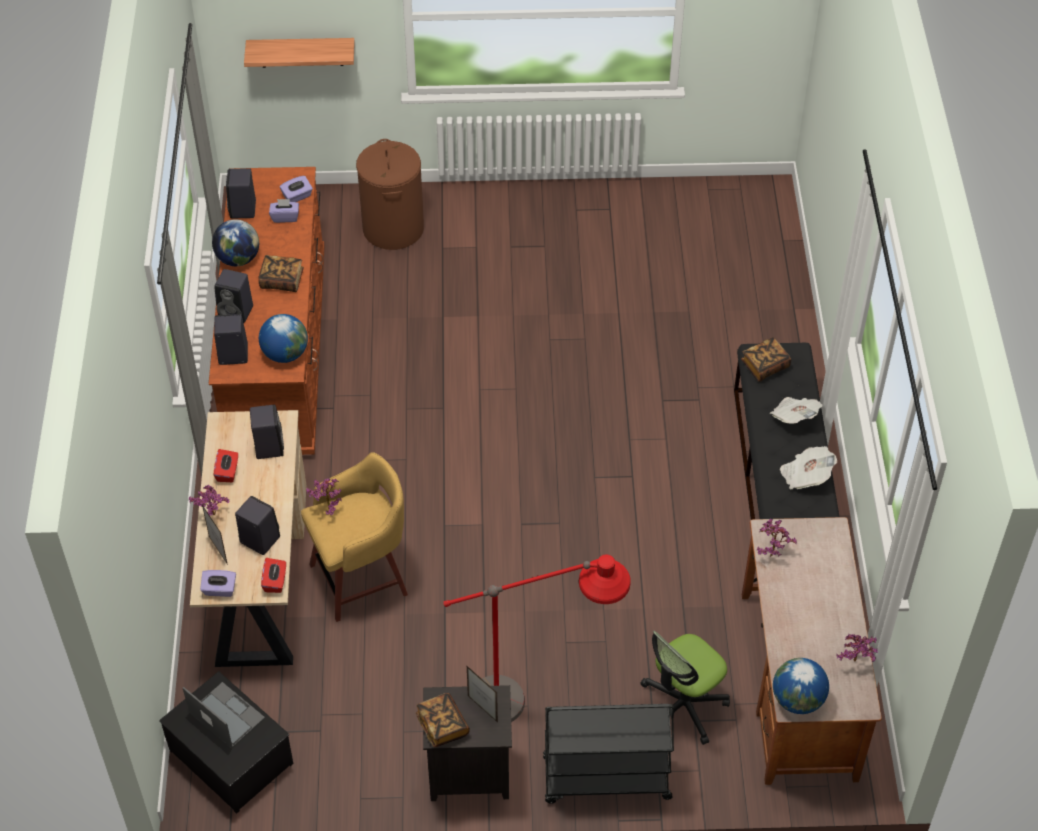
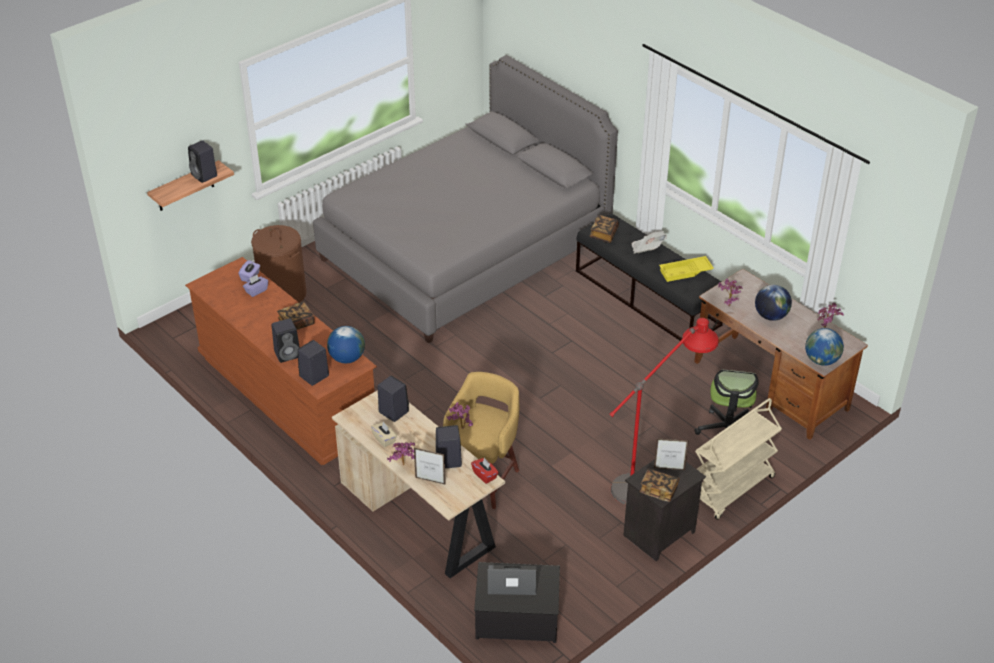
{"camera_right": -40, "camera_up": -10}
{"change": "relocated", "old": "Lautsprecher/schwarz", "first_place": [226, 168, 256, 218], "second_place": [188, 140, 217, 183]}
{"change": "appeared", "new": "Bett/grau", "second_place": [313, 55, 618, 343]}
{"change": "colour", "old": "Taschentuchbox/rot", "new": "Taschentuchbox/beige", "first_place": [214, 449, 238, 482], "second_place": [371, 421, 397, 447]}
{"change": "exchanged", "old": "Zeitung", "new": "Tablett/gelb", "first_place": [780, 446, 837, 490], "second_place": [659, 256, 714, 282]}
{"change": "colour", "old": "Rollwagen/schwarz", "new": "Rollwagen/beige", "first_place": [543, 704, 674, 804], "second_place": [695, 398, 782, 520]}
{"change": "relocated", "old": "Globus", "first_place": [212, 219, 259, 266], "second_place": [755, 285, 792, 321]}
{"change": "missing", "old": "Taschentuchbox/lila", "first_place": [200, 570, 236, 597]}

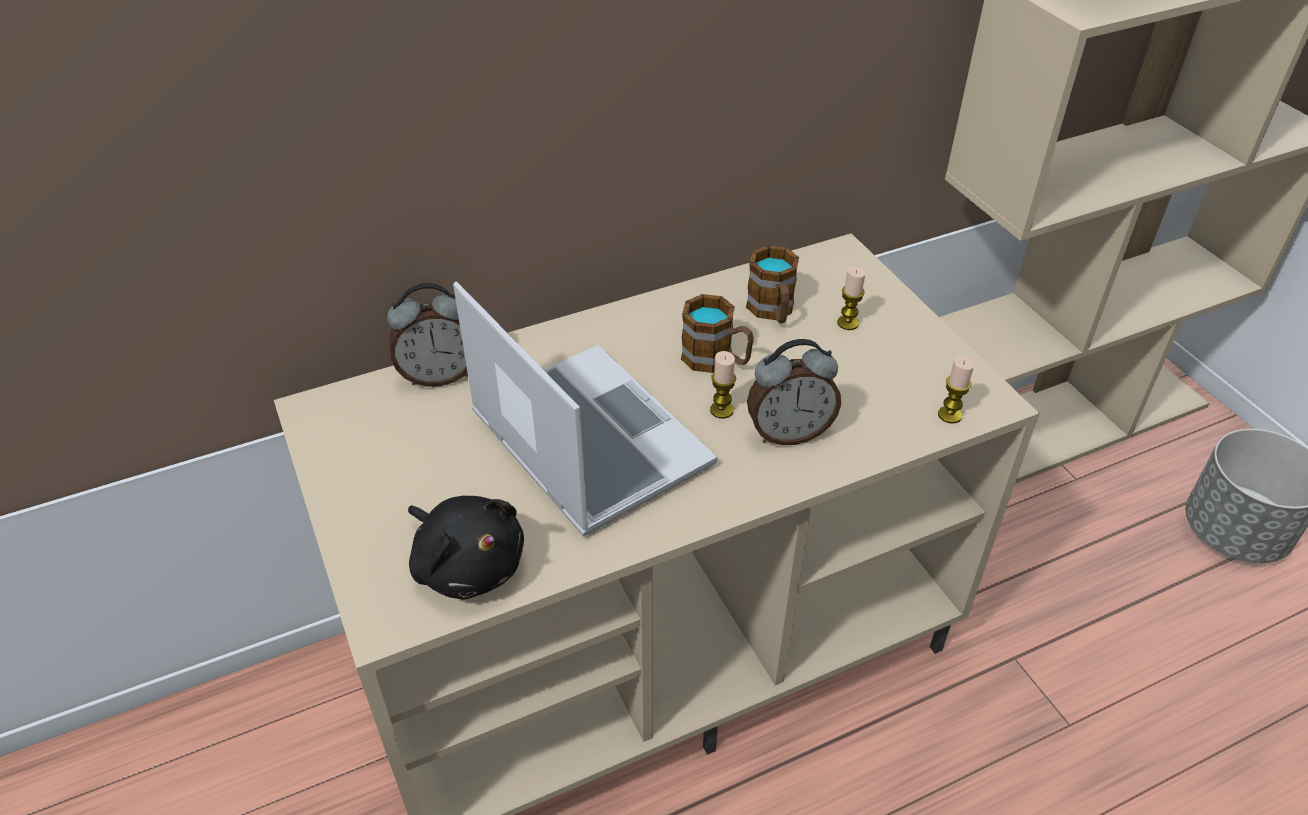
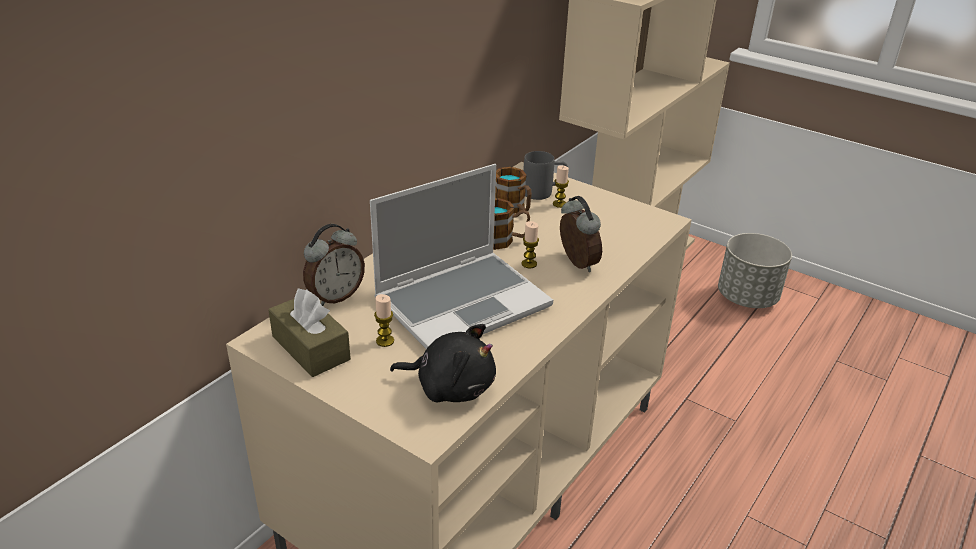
{"camera_right": -30, "camera_up": -10}
{"change": "appeared", "new": "Taschentuchbox/braun", "second_place": [268, 289, 351, 377]}
{"change": "spun", "old": "Laptop", "first_place": [453, 281, 717, 536], "second_place": [370, 164, 553, 349], "degrees": 120}
{"change": "relocated", "old": "Kerze", "first_place": [938, 356, 974, 424], "second_place": [374, 294, 394, 347]}
{"change": "appeared", "new": "Henkelbecher/grau", "second_place": [523, 151, 568, 200]}
{"change": "spun", "old": "Wecker", "first_place": [747, 339, 841, 445], "second_place": [560, 196, 602, 272], "degrees": -75}

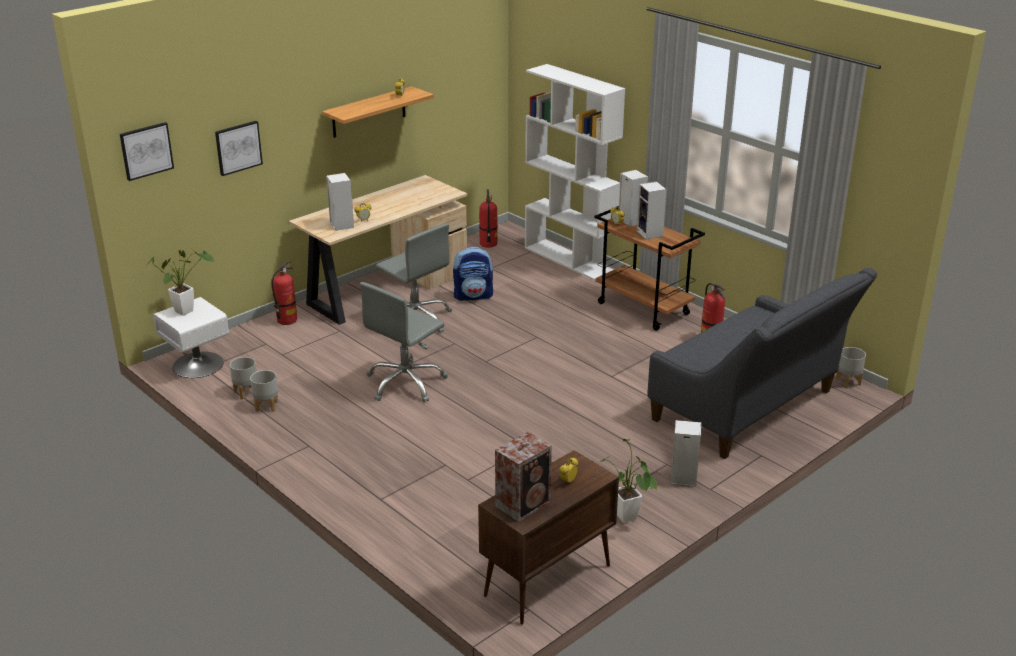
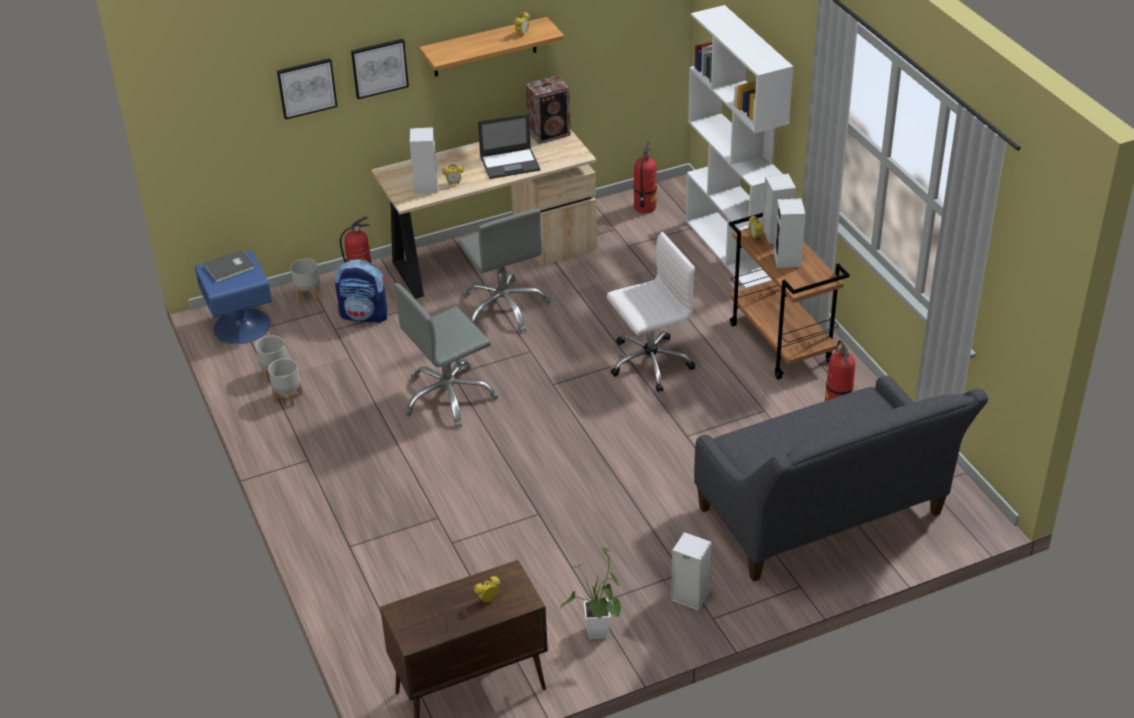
{"camera_right": 20, "camera_up": 10}
{"change": "colour", "old": "Nachttisch/weiß", "new": "Nachttisch/blau", "first_place": [153, 297, 229, 378], "second_place": [195, 251, 272, 344]}
{"change": "exchanged", "old": "Topfpflanze", "new": "Buch/grau", "first_place": [146, 249, 214, 316], "second_place": [204, 250, 255, 282]}
{"change": "relocated", "old": "Pflanzkübel/grau", "first_place": [836, 347, 866, 388], "second_place": [290, 258, 320, 303]}
{"change": "relocated", "old": "Rucksack", "first_place": [453, 247, 493, 301], "second_place": [335, 259, 387, 323]}
{"change": "relocated", "old": "Bild", "first_place": [119, 122, 174, 181], "second_place": [351, 39, 409, 99]}
{"change": "appeared", "new": "Laptop", "second_place": [478, 114, 540, 179]}
{"change": "relocated", "old": "Lautsprecher", "first_place": [495, 432, 552, 522], "second_place": [525, 75, 570, 144]}
{"change": "appeared", "new": "Bürostuhl/weiß", "second_place": [607, 232, 695, 392]}

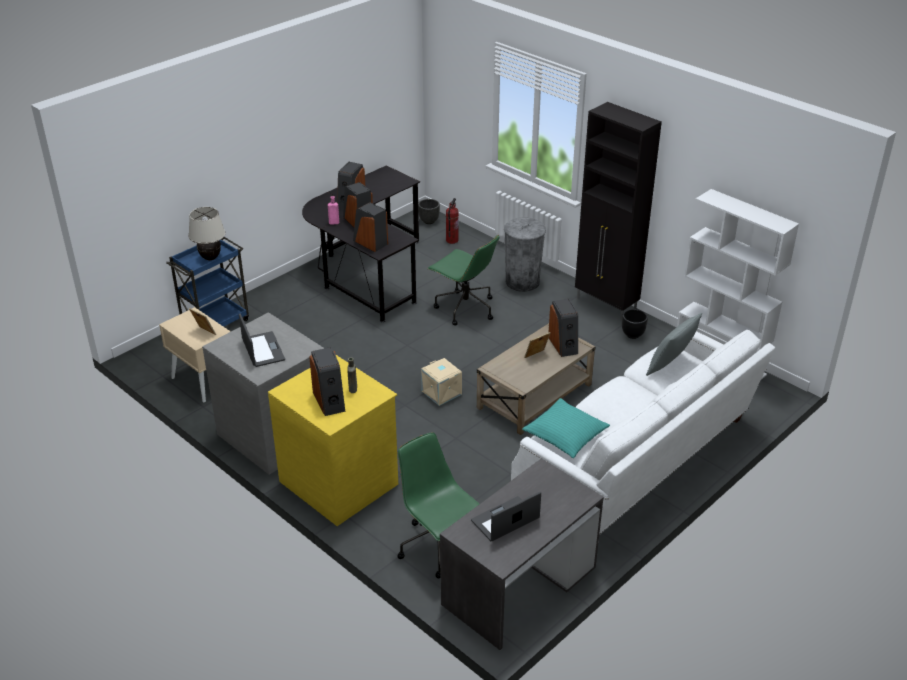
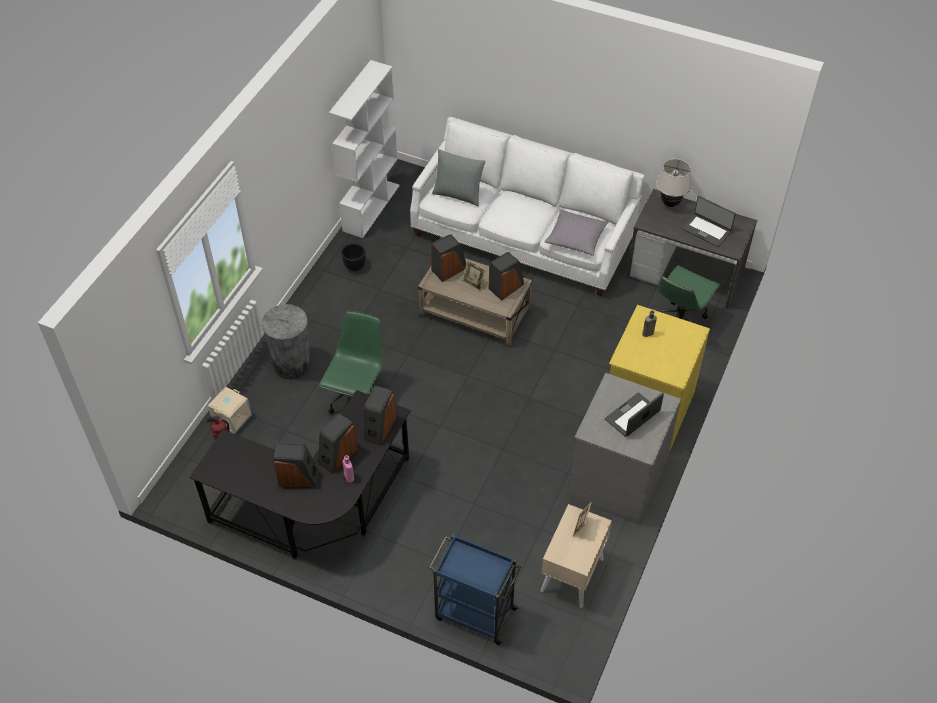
{"camera_right": -110, "camera_up": 15}
{"change": "relocated", "old": "Aufbewahrungsbox/beige", "first_place": [421, 358, 462, 406], "second_place": [208, 387, 252, 434]}
{"change": "relocated", "old": "Lautsprecher", "first_place": [309, 347, 345, 416], "second_place": [489, 252, 524, 301]}
{"change": "colour", "old": "Kissen/türkis", "new": "Kissen/grau", "first_place": [522, 398, 610, 458], "second_place": [544, 209, 608, 256]}
{"change": "relocated", "old": "Tischlampe/beige", "first_place": [188, 207, 226, 260], "second_place": [656, 159, 691, 207]}
{"change": "missing", "old": "Pflanzkübel/schwarz", "first_place": [418, 199, 440, 224]}
{"change": "missing", "old": "Schrank/schwarz", "first_place": [575, 102, 662, 321]}

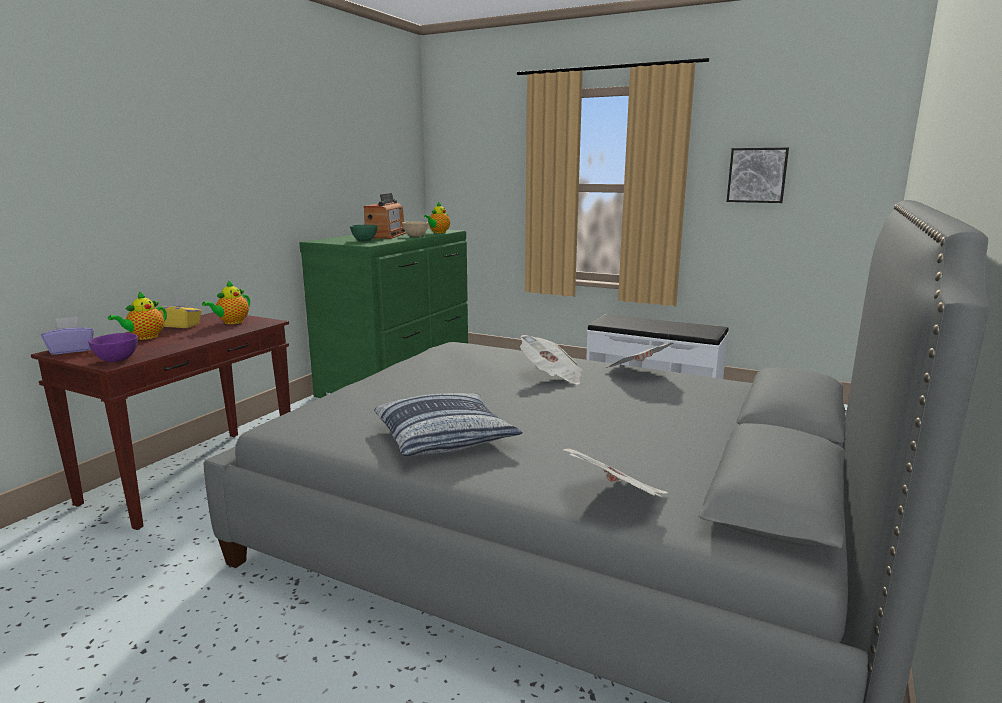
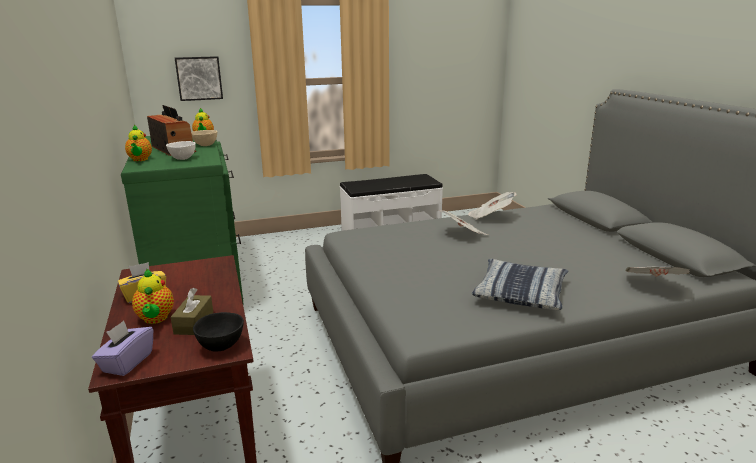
{"camera_right": -45, "camera_up": 5}
{"change": "relocated", "old": "Teekanne", "first_place": [202, 280, 250, 324], "second_place": [125, 125, 152, 161]}
{"change": "colour", "old": "Schüssel/grün", "new": "Schüssel/weiß", "first_place": [350, 225, 378, 241], "second_place": [166, 141, 196, 160]}
{"change": "appeared", "new": "Taschentuchbox/braun", "second_place": [171, 288, 213, 335]}
{"change": "relocated", "old": "Bild", "first_place": [727, 148, 789, 203], "second_place": [175, 56, 223, 101]}
{"change": "colour", "old": "Schüssel/lila", "new": "Schüssel/schwarz", "first_place": [88, 333, 138, 362], "second_place": [193, 312, 244, 352]}

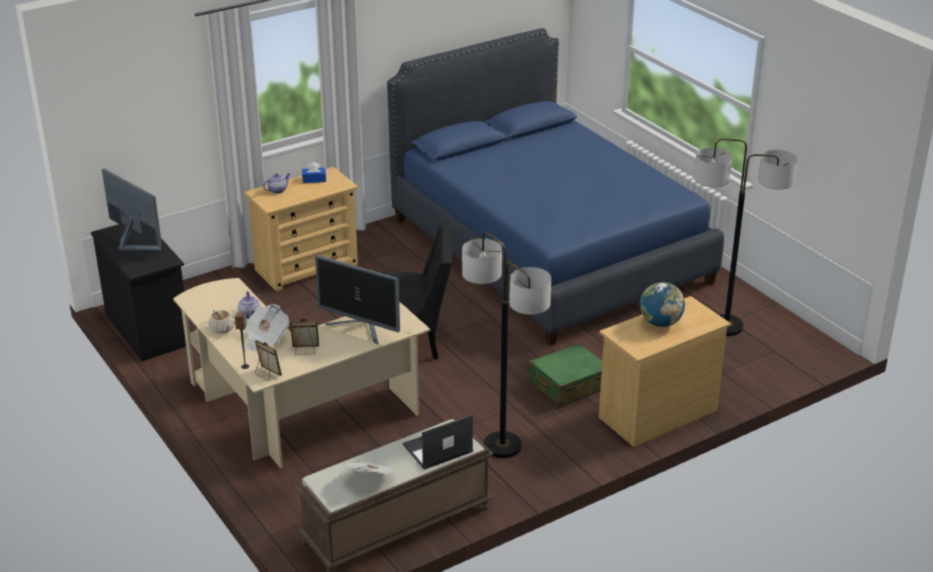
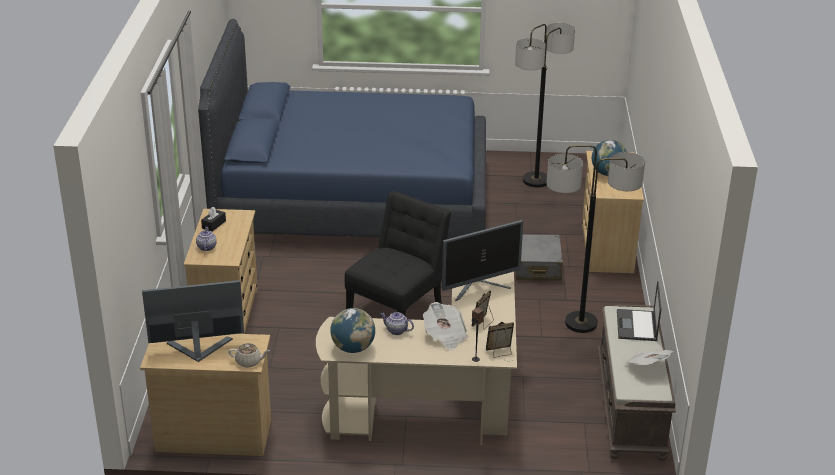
{"camera_right": -55, "camera_up": 0}
{"change": "colour", "old": "Kommode/schwarz", "new": "Kommode/beige", "first_place": [91, 224, 186, 361], "second_place": [140, 334, 271, 456]}
{"change": "colour", "old": "Taschentuchbox/blau", "new": "Taschentuchbox/schwarz", "first_place": [302, 162, 326, 183], "second_place": [201, 207, 226, 232]}
{"change": "relocated", "old": "Teekanne/beige", "first_place": [209, 309, 235, 334], "second_place": [228, 343, 270, 368]}
{"change": "appeared", "new": "Globus", "second_place": [330, 308, 375, 353]}
{"change": "colour", "old": "Koffer/grün", "new": "Koffer/grau", "first_place": [528, 343, 602, 407], "second_place": [516, 234, 563, 281]}

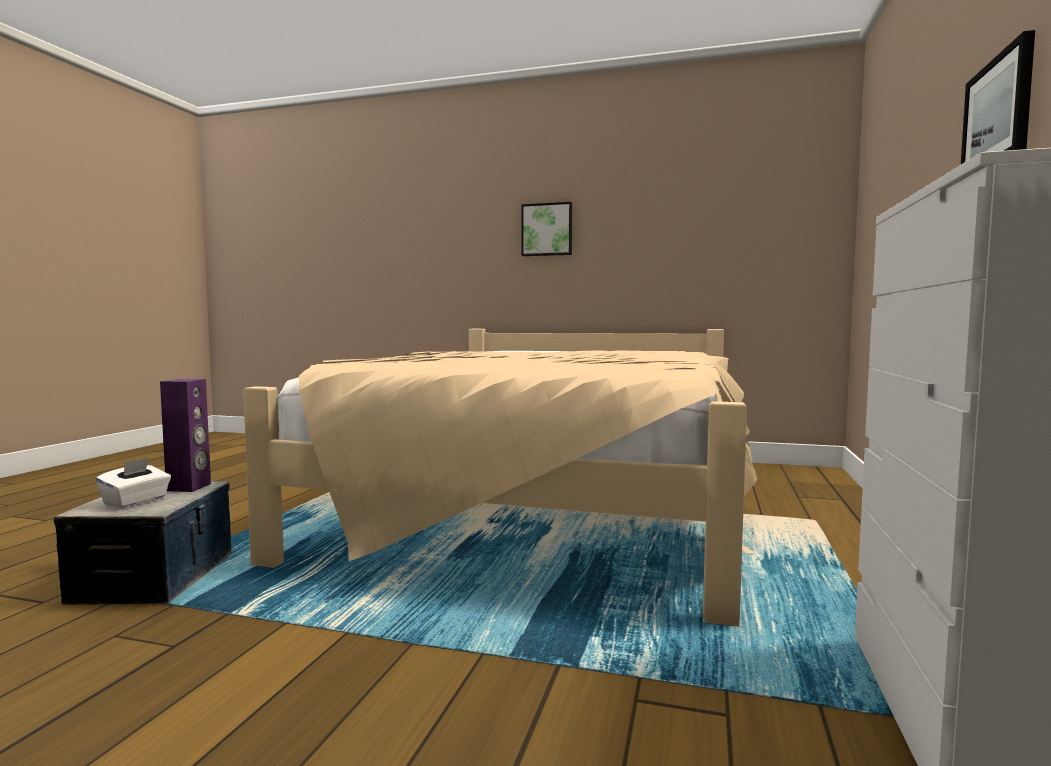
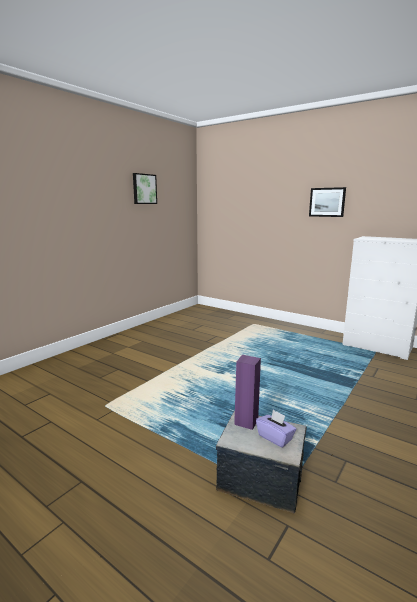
{"camera_right": -70, "camera_up": 10}
{"change": "relocated", "old": "Bild", "first_place": [521, 202, 572, 256], "second_place": [133, 173, 157, 204]}
{"change": "colour", "old": "Taschentuchbox/weiß", "new": "Taschentuchbox/lila", "first_place": [96, 457, 171, 508], "second_place": [256, 410, 296, 448]}
{"change": "missing", "old": "Bett/beige", "first_place": [243, 329, 757, 627]}

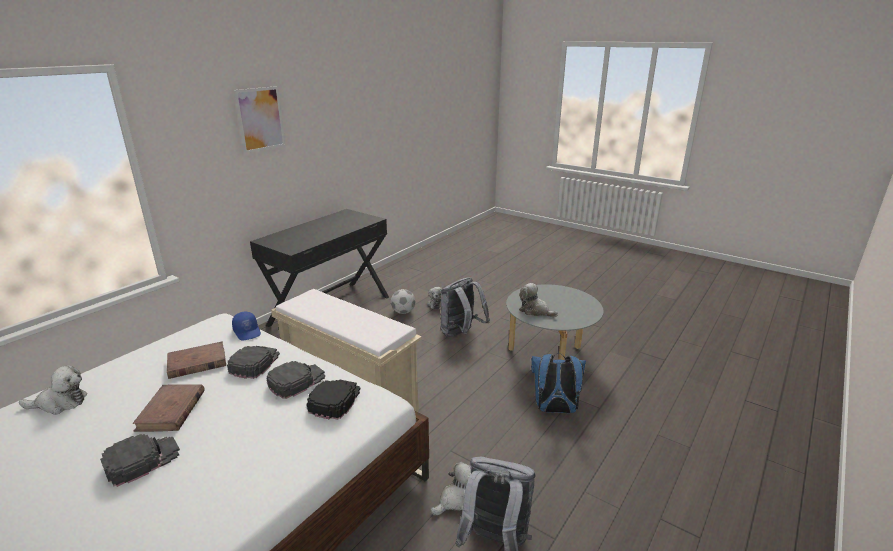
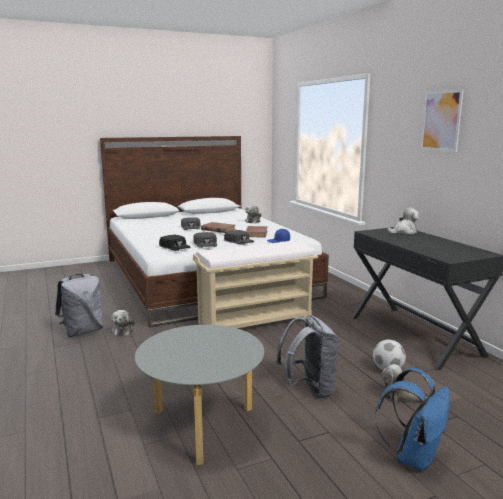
{"camera_right": 120, "camera_up": -10}
{"change": "relocated", "old": "Rucksack/blau", "first_place": [531, 353, 586, 413], "second_place": [375, 368, 450, 472]}
{"change": "relocated", "old": "Plüschtier", "first_place": [519, 283, 558, 317], "second_place": [387, 208, 419, 234]}

